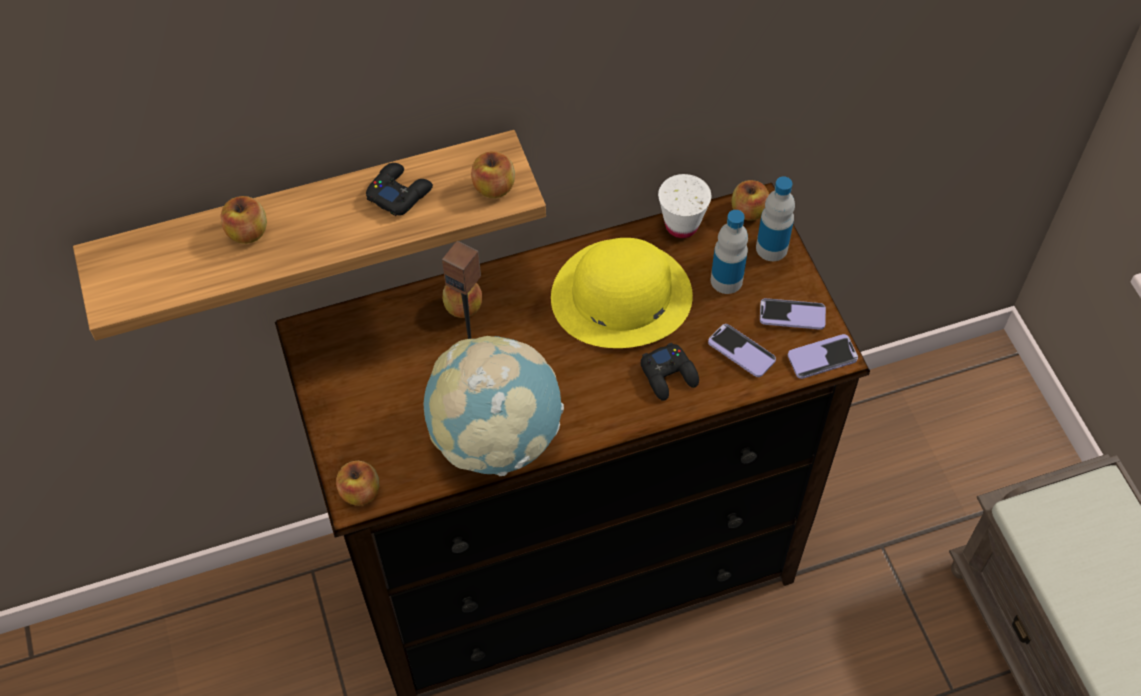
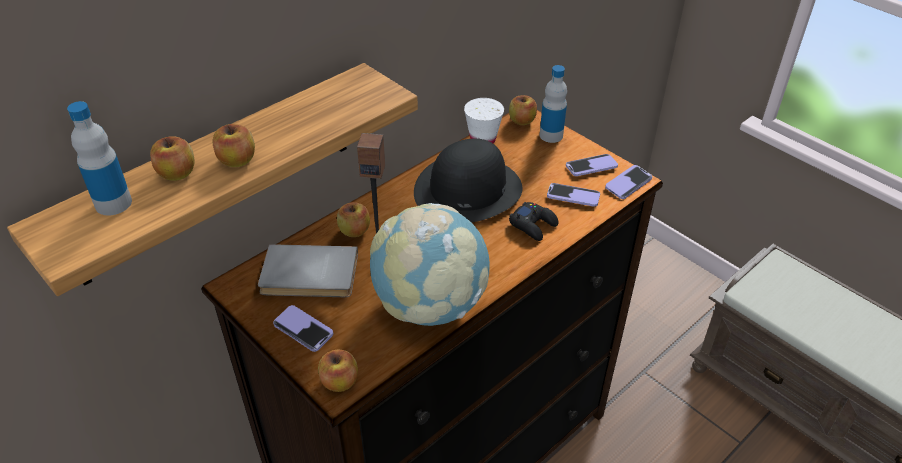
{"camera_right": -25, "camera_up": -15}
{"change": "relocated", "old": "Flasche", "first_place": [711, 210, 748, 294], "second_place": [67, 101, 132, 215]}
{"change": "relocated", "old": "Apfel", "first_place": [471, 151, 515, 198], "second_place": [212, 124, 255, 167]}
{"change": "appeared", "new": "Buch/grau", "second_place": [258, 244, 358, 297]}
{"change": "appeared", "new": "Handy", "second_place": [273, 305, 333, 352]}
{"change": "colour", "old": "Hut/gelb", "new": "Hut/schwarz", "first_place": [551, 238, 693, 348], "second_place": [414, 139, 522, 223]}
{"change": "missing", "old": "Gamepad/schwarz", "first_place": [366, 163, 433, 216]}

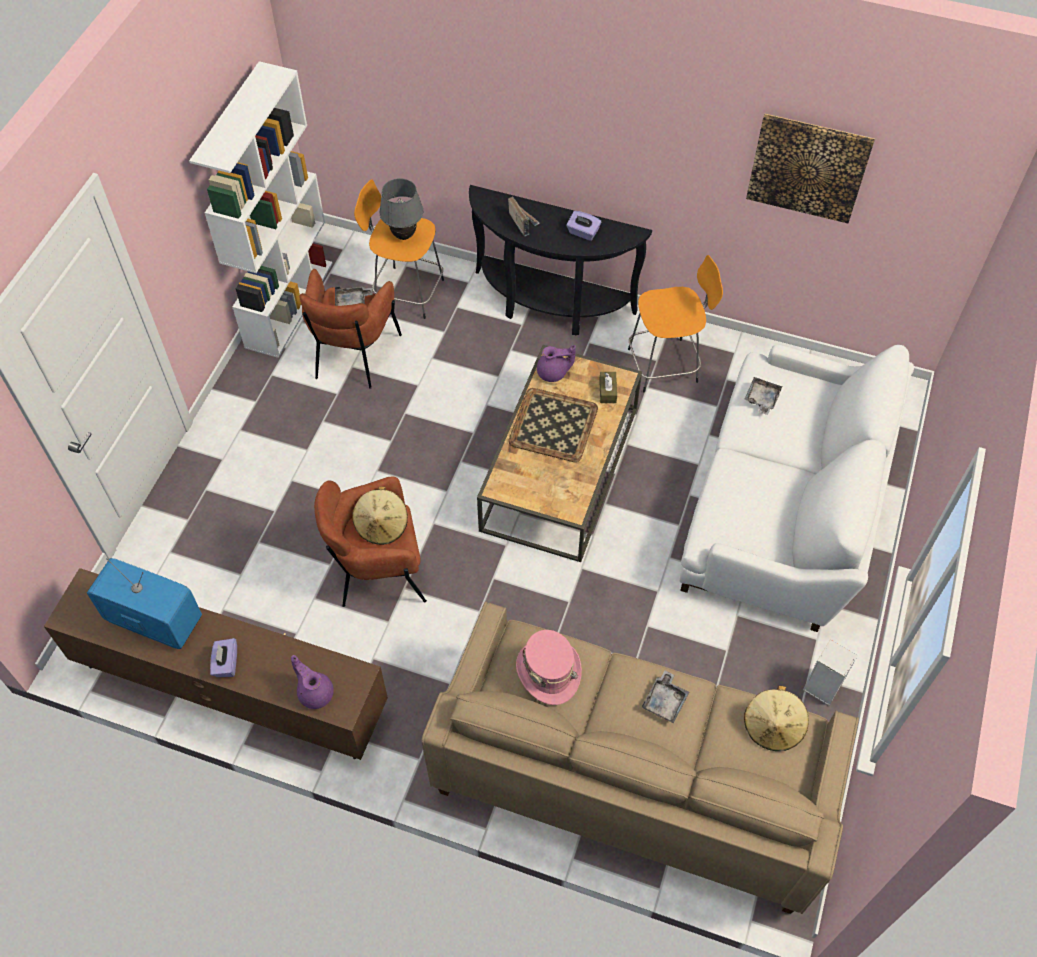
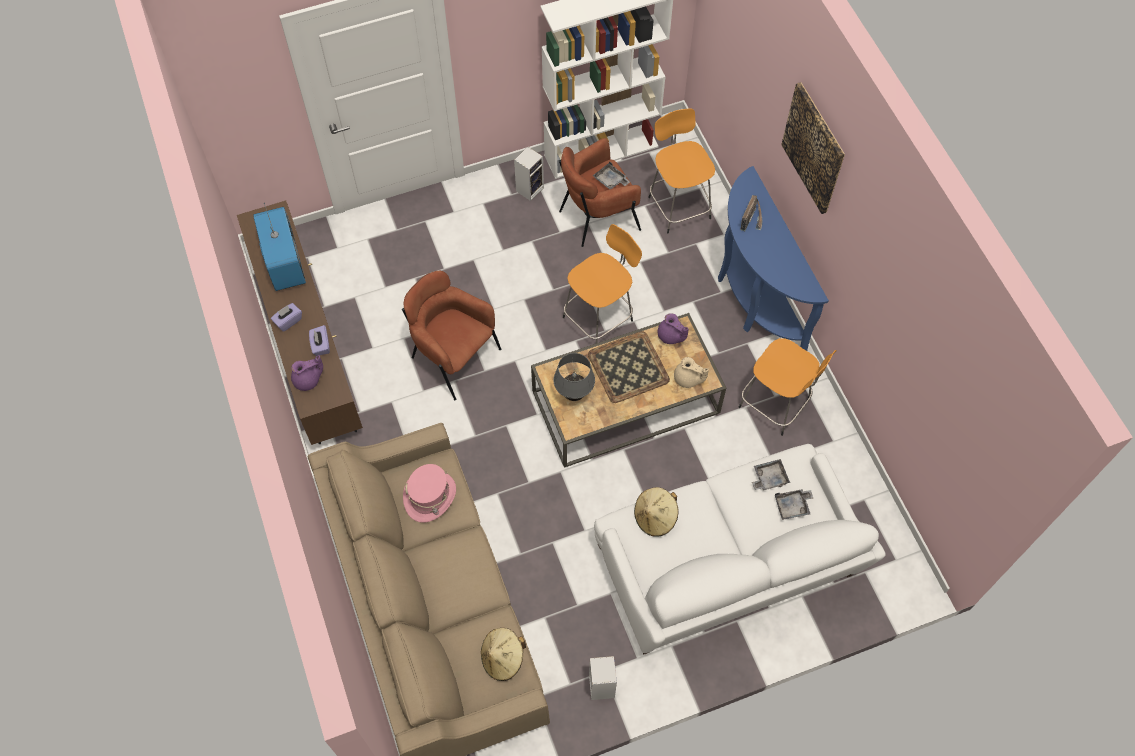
{"camera_right": 50, "camera_up": 5}
{"change": "spun", "old": "Teekanne/lila", "first_place": [291, 655, 334, 709], "second_place": [291, 355, 323, 391], "degrees": 60}
{"change": "relocated", "old": "Taschentuchbox/lila", "first_place": [567, 211, 601, 241], "second_place": [309, 325, 330, 356]}
{"change": "appeared", "new": "Lautsprecher", "second_place": [514, 147, 544, 201]}
{"change": "relocated", "old": "Tischlampe/grau", "first_place": [379, 178, 423, 240], "second_place": [554, 353, 595, 401]}
{"change": "appeared", "new": "Hocker/orange", "second_place": [563, 224, 642, 343]}
{"change": "relocated", "old": "Hut/beige", "first_place": [352, 486, 408, 545], "second_place": [634, 487, 679, 537]}
{"change": "exchanged", "old": "Taschentuchbox/braun", "new": "Teekanne/beige", "first_place": [599, 372, 617, 403], "second_place": [674, 357, 709, 388]}
{"change": "colour", "old": "Konsolentisch/schwarz", "new": "Konsolentisch/blau", "first_place": [469, 185, 652, 335], "second_place": [718, 166, 829, 351]}
{"change": "relocated", "old": "Tablett/grau", "first_place": [642, 670, 689, 723], "second_place": [775, 489, 813, 520]}
{"change": "relocated", "old": "Bild", "first_place": [746, 114, 875, 223], "second_place": [781, 82, 845, 214]}

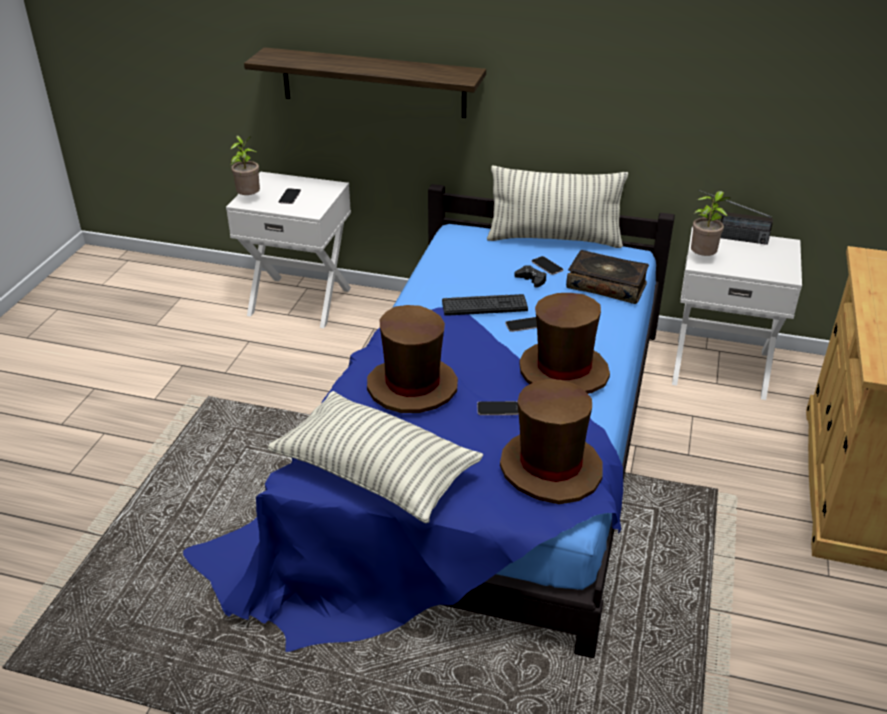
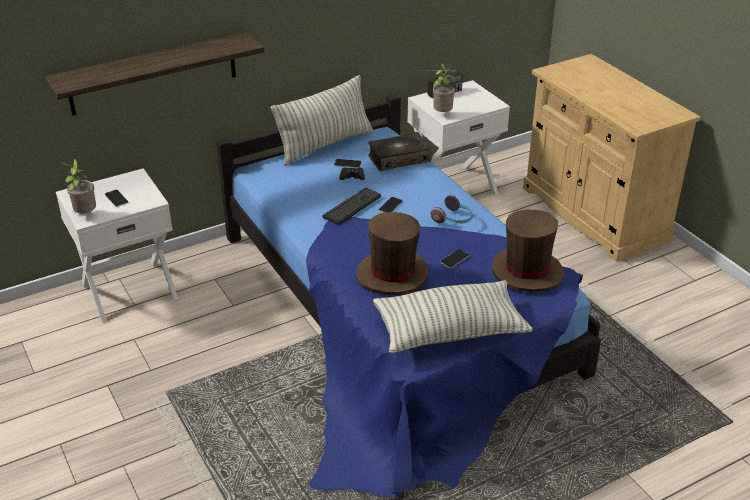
{"camera_right": -45, "camera_up": 0}
{"change": "exchanged", "old": "Hut/braun", "new": "Kopfhörer", "first_place": [519, 293, 610, 394], "second_place": [430, 195, 473, 224]}

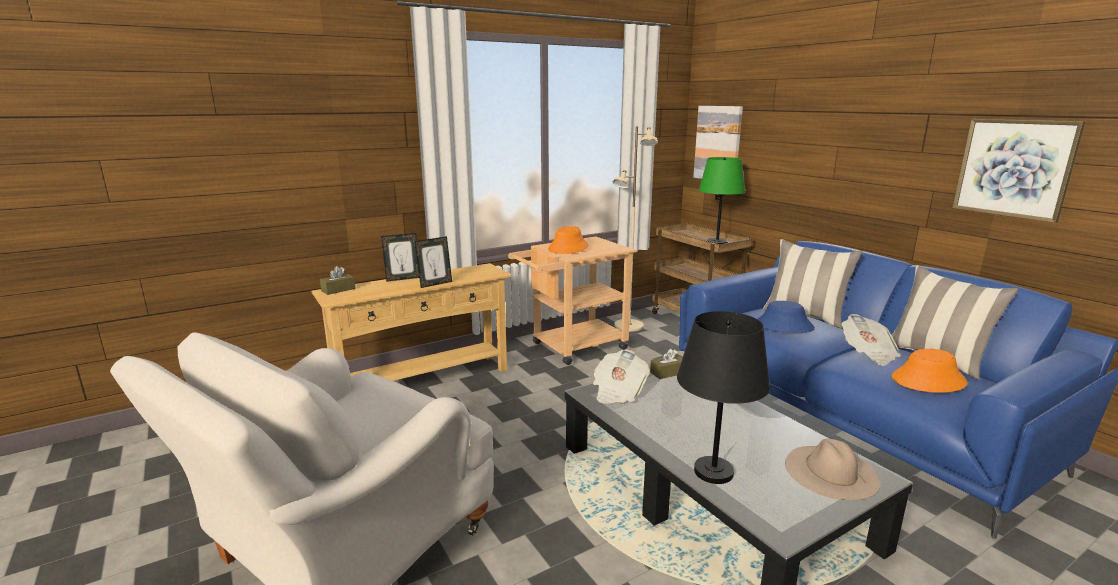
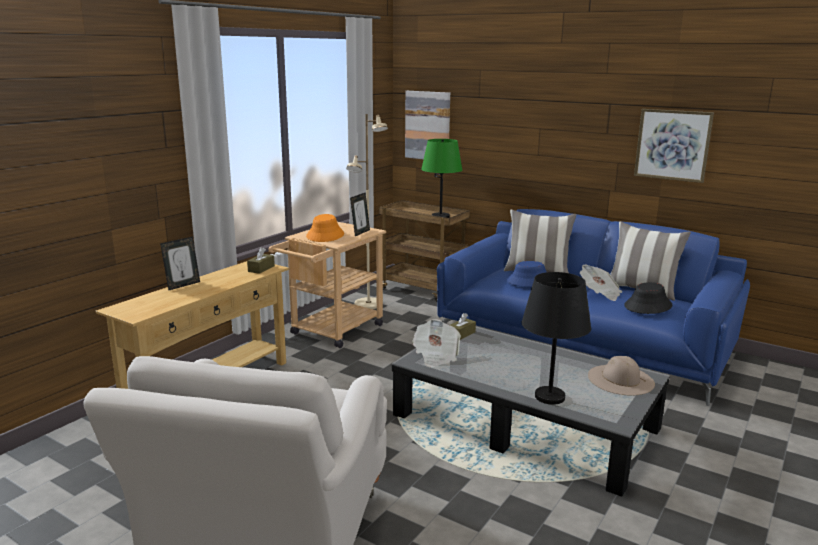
{"camera_right": -25, "camera_up": 0}
{"change": "relocated", "old": "Taschentuchbox/braun", "first_place": [320, 266, 356, 295], "second_place": [247, 247, 275, 274]}
{"change": "relocated", "old": "Bilderrahmen", "first_place": [415, 236, 452, 288], "second_place": [350, 192, 370, 236]}
{"change": "colour", "old": "Hut/orange", "new": "Hut/schwarz", "first_place": [892, 349, 968, 393], "second_place": [624, 282, 672, 314]}

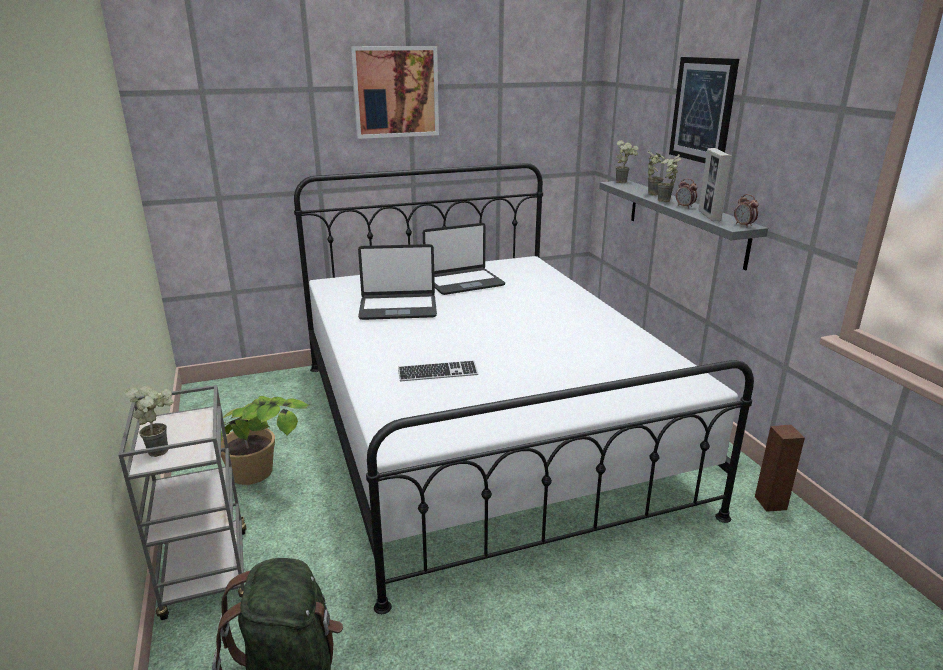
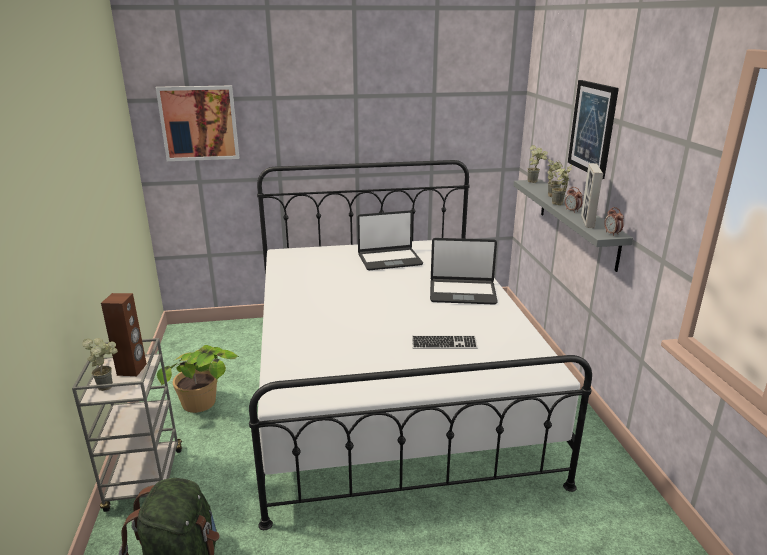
{"camera_right": 10, "camera_up": 0}
{"change": "relocated", "old": "Lautsprecher/braun", "first_place": [755, 425, 805, 512], "second_place": [101, 293, 147, 376]}
{"change": "relocated", "old": "Bild", "first_place": [350, 46, 439, 139], "second_place": [156, 85, 239, 161]}
{"change": "relocated", "old": "Tastatur", "first_place": [398, 360, 478, 381], "second_place": [412, 336, 478, 349]}
{"change": "relocated", "old": "Laptop", "first_place": [358, 244, 437, 320], "second_place": [430, 238, 498, 304]}

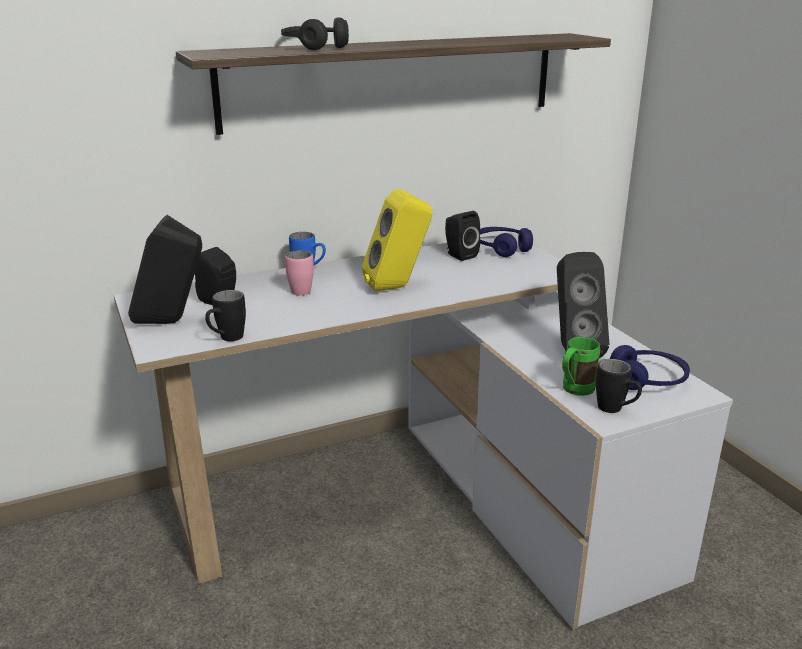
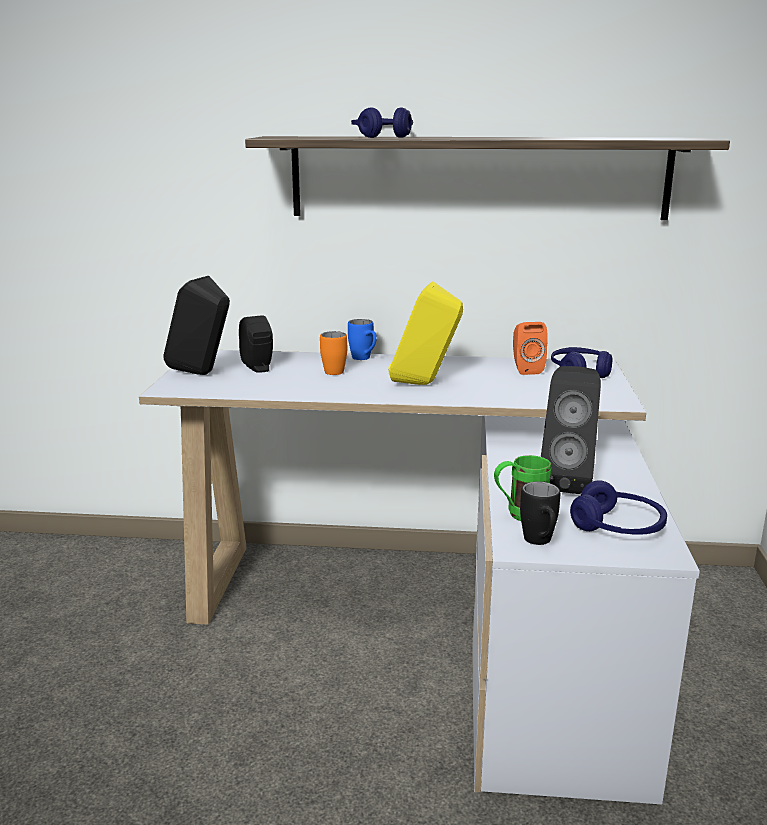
{"camera_right": 30, "camera_up": -5}
{"change": "colour", "old": "Henkelbecher/rosa", "new": "Henkelbecher/orange", "first_place": [285, 250, 314, 295], "second_place": [320, 331, 347, 375]}
{"change": "colour", "old": "Kopfhörer/schwarz", "new": "Kopfhörer/blau", "first_place": [281, 17, 349, 50], "second_place": [351, 108, 413, 138]}
{"change": "colour", "old": "Lautsprecher/schwarz", "new": "Lautsprecher/orange", "first_place": [445, 211, 480, 261], "second_place": [513, 322, 548, 375]}
{"change": "missing", "old": "Henkelbecher/schwarz", "first_place": [205, 290, 246, 341]}

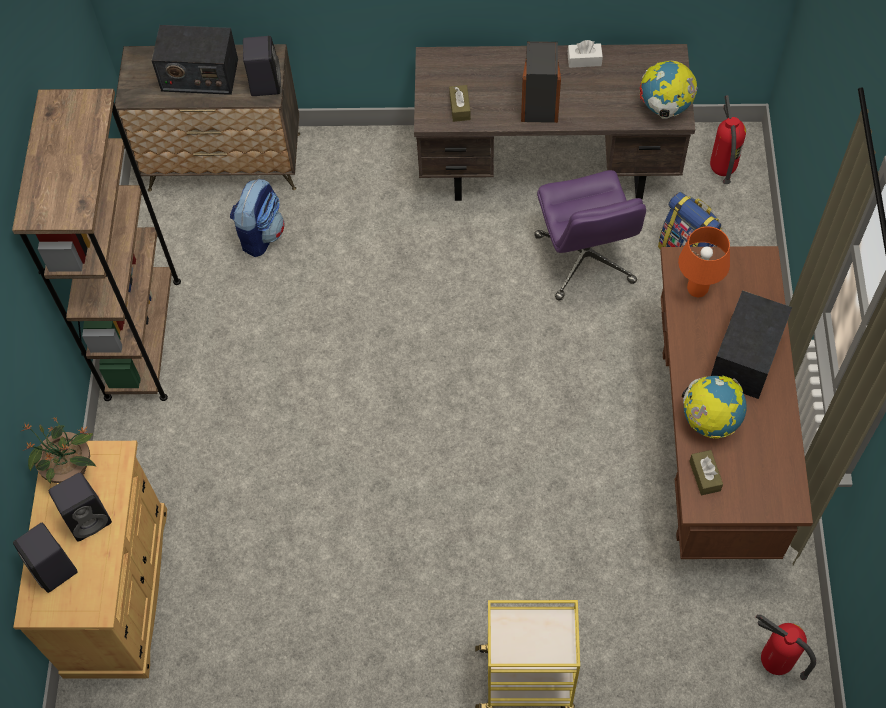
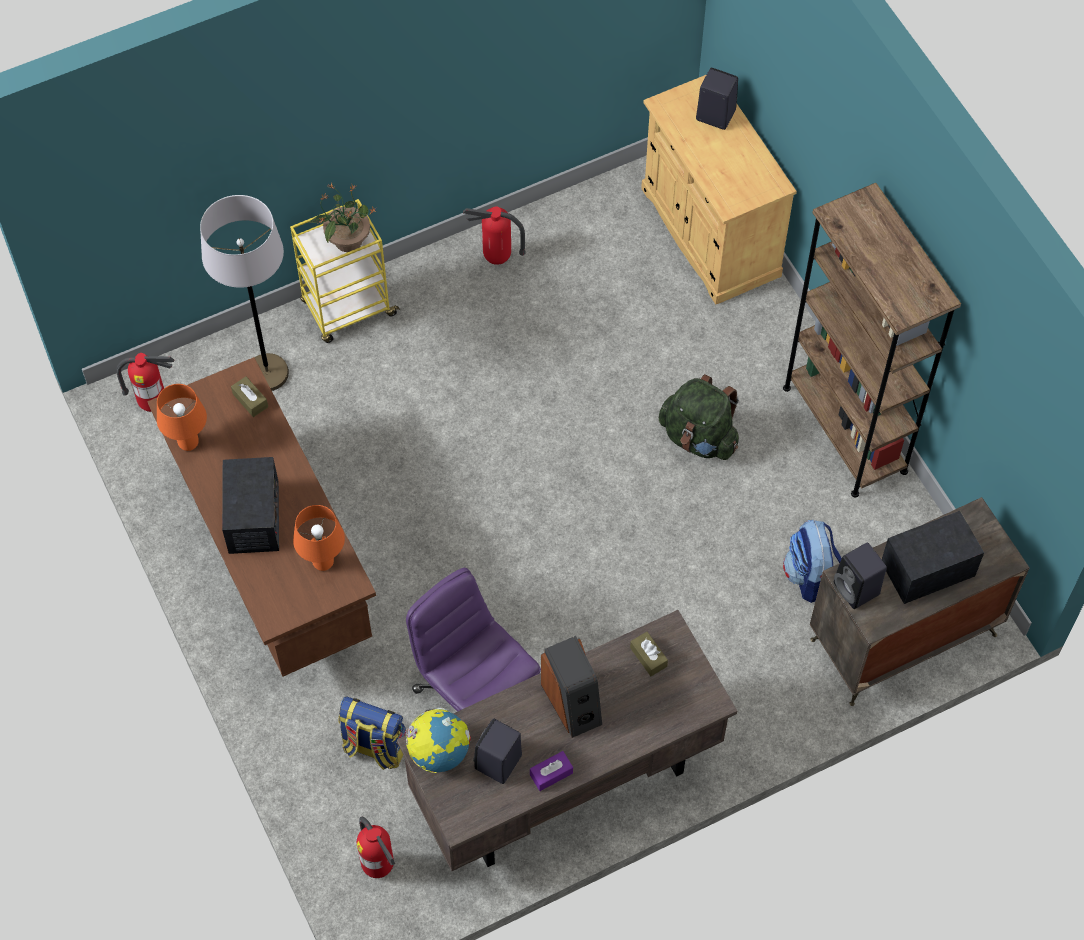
{"camera_right": 150, "camera_up": 0}
{"change": "appeared", "new": "Tischlampe/orange", "second_place": [157, 384, 207, 451]}
{"change": "appeared", "new": "Stehlampe/grau", "second_place": [200, 195, 289, 391]}
{"change": "relocated", "old": "Topfpflanze", "first_place": [22, 417, 96, 484], "second_place": [310, 182, 376, 252]}
{"change": "appeared", "new": "Feuerlöscher", "second_place": [463, 206, 526, 265]}
{"change": "relocated", "old": "Lautsprecher/schwarz", "first_place": [49, 473, 112, 541], "second_place": [473, 718, 522, 784]}
{"change": "colour", "old": "Taschentuchbox/weiß", "new": "Taschentuchbox/lila", "first_place": [568, 40, 603, 68], "second_place": [530, 751, 573, 791]}
{"change": "appeared", "new": "Rucksack/grün", "second_place": [659, 374, 739, 460]}
{"change": "missing", "old": "Globus", "first_place": [682, 375, 747, 438]}

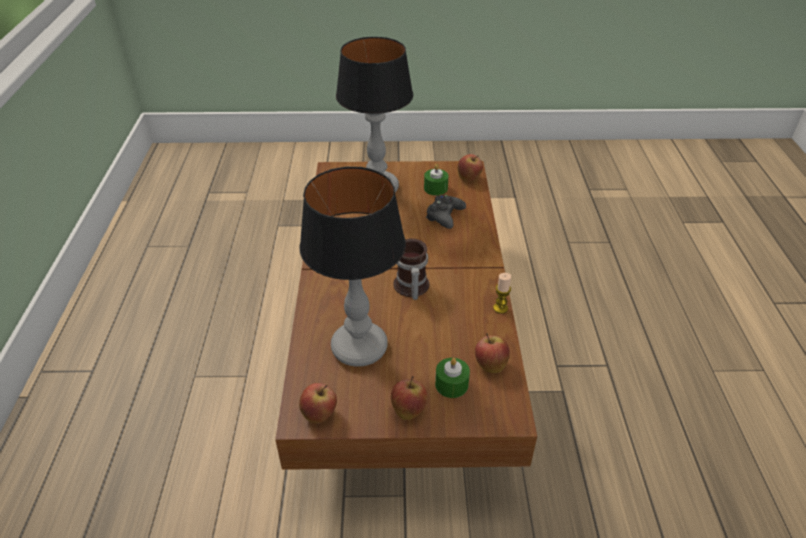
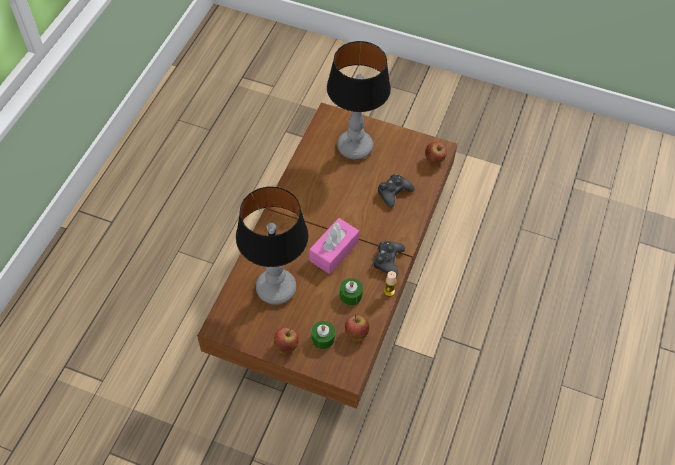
{"camera_right": 20, "camera_up": 15}
{"change": "exchanged", "old": "Henkelbecher", "new": "Taschentuchbox/rosa", "first_place": [393, 238, 429, 300], "second_place": [309, 218, 359, 274]}
{"change": "relocated", "old": "Kerze/grün", "first_place": [424, 164, 448, 196], "second_place": [340, 278, 363, 305]}
{"change": "appeared", "new": "Gamepad/schwarz", "second_place": [373, 241, 405, 277]}
{"change": "missing", "old": "Apfel", "first_place": [299, 383, 337, 423]}

